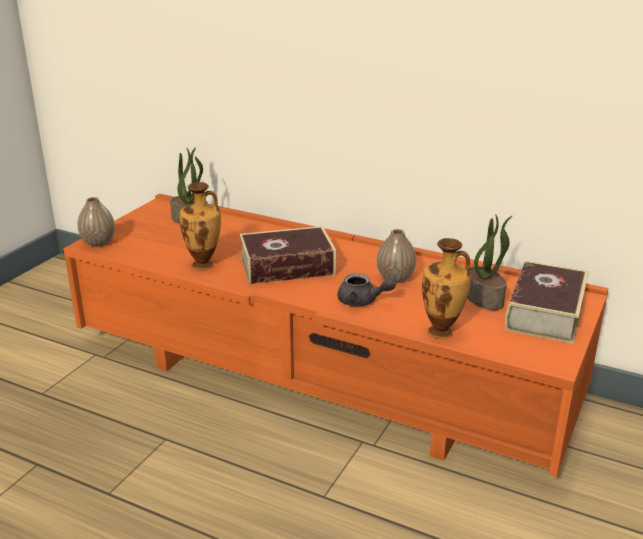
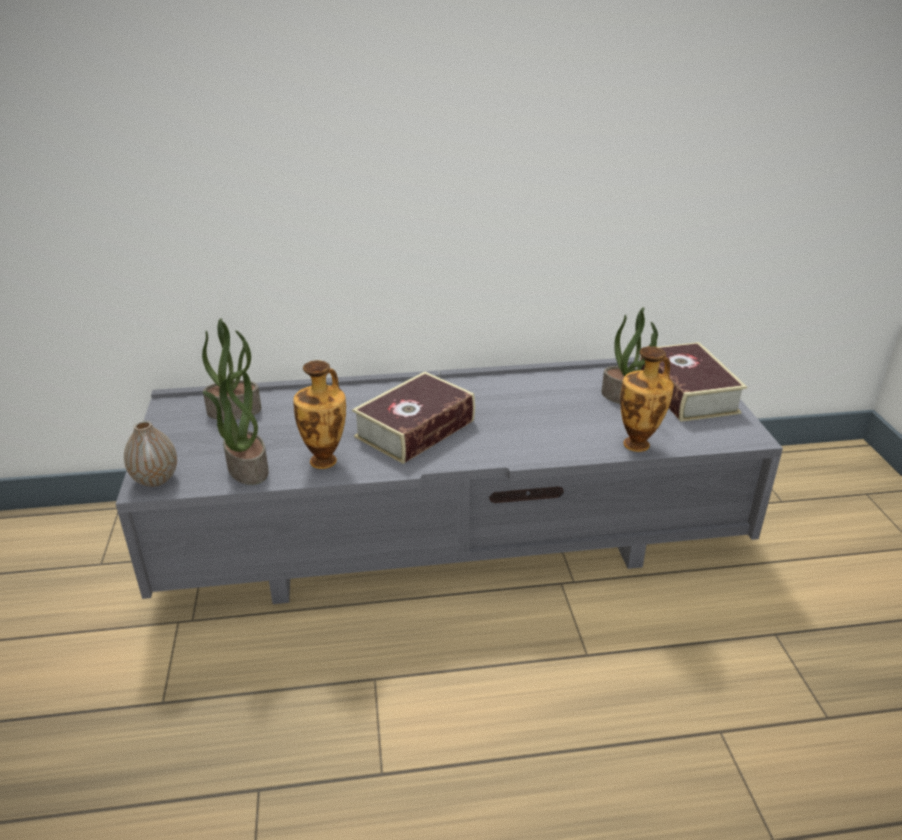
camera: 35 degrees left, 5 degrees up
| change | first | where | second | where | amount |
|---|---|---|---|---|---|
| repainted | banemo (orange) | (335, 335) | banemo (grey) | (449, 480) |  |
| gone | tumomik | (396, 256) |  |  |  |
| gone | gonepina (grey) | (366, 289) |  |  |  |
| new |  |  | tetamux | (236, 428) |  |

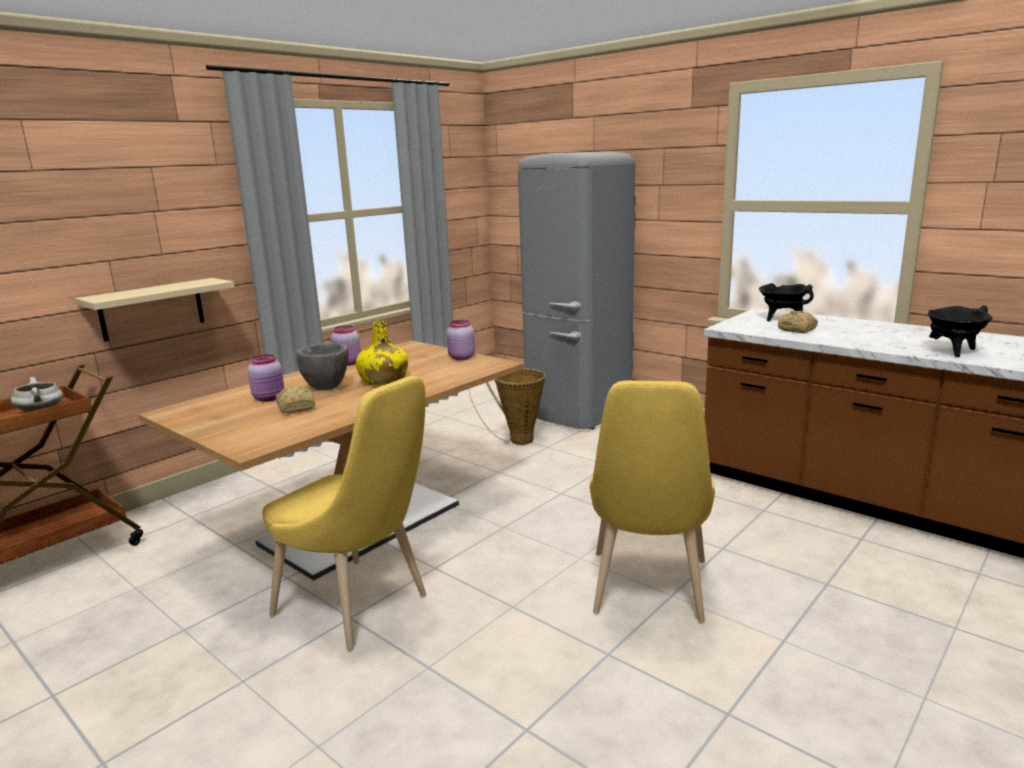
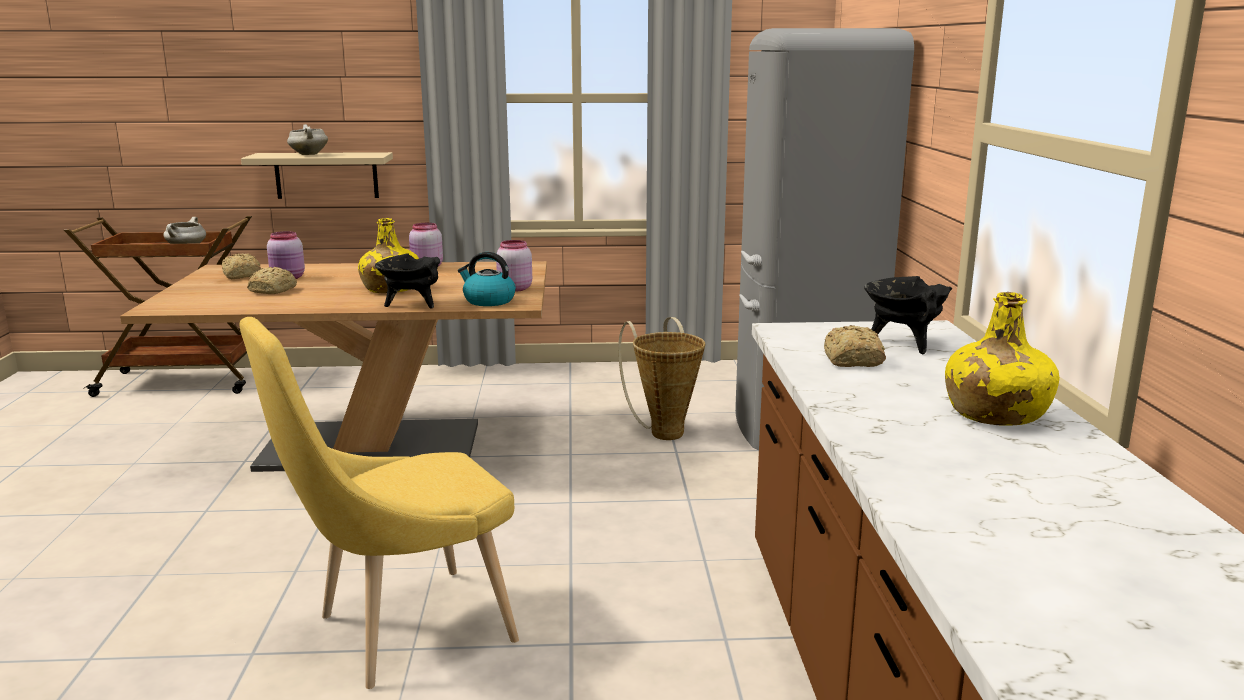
camera: 45 degrees right, 0 degrees up
| change | first | where | second | where | amount |
|---|---|---|---|---|---|
| shifted | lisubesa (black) | (960, 331) |  | (407, 281) |  |
| gone | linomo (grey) | (322, 366) |  |  |  |
| gone | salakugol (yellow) | (344, 513) |  |  |  |
| new |  |  | lisubesa (white) | (307, 139) |  |
| new |  |  | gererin | (487, 279) |  |
| new |  |  | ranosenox | (241, 266) |  |
| new |  |  | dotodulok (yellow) | (1002, 359) |  |

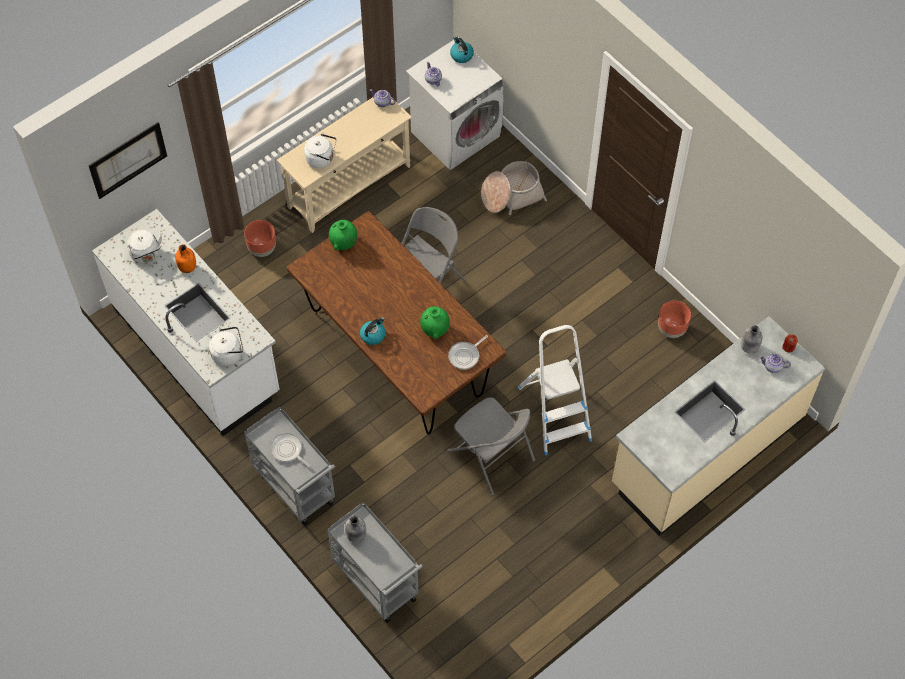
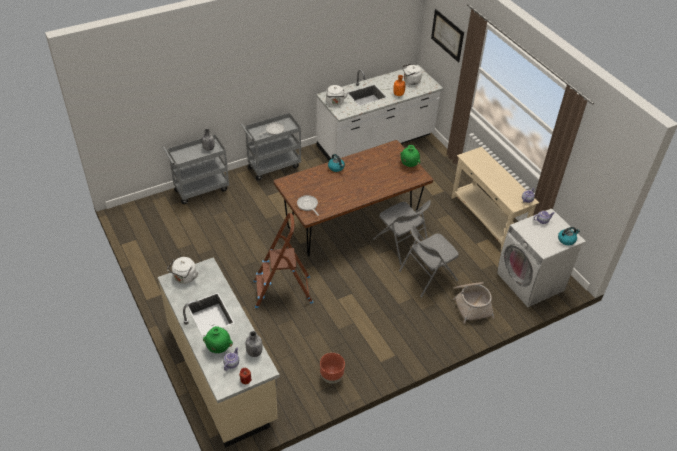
camera: 100 degrees right, 15 degrees down
| change | first | where | second | where | amount |
|---|---|---|---|---|---|
| shifted | gererin (white) | (320, 150) |  | (182, 270) |  |
| gone | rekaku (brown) | (260, 238) |  |  |  |
| shifted | tumomik (green) | (435, 322) |  | (218, 339) |  |
| repainted | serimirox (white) | (554, 390) | serimirox (brown) | (283, 260) |  |
| shifted | salakugol (grey) | (491, 446) |  | (429, 261) |  |

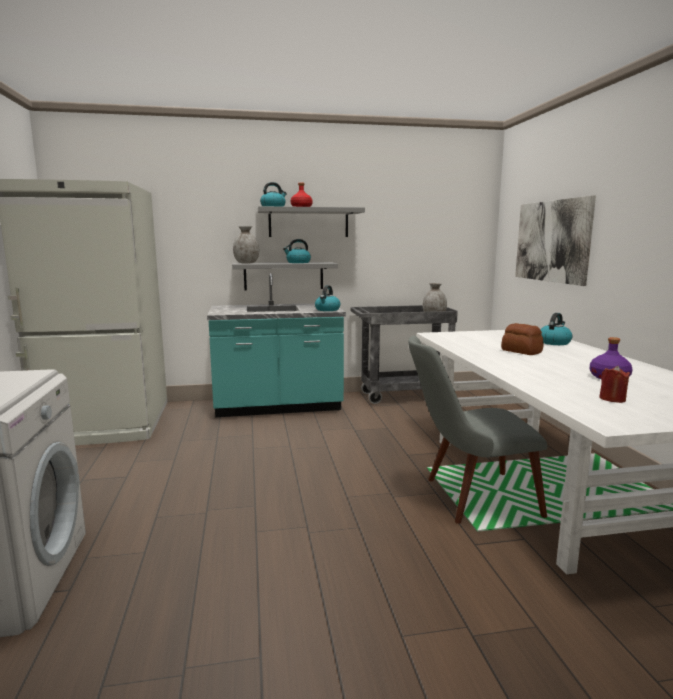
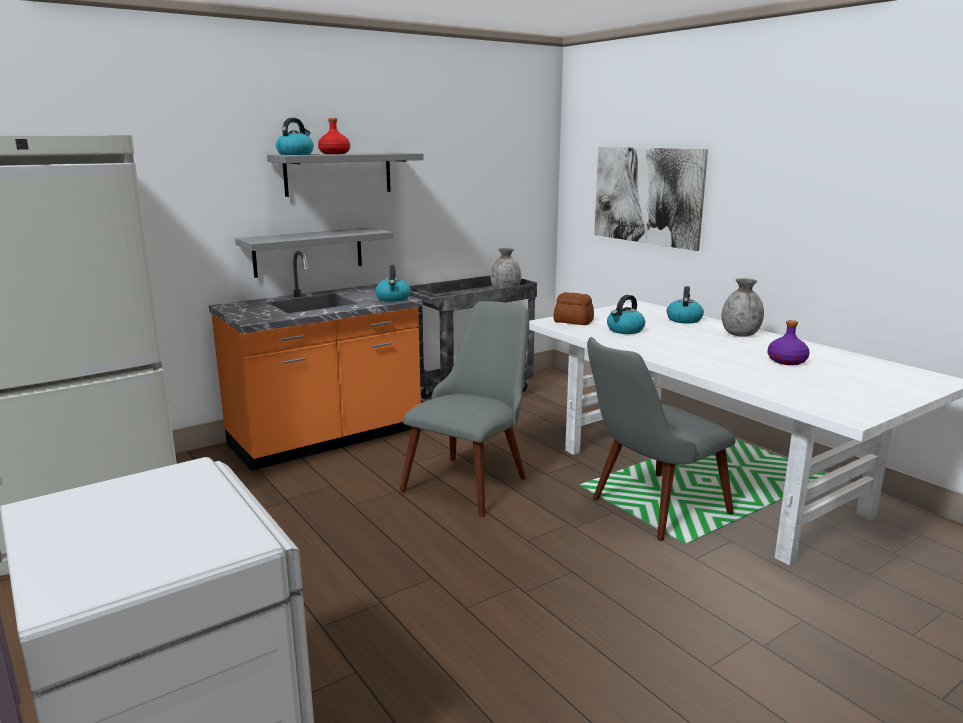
camera: 25 degrees left, 5 degrees up
| change | first | where | second | where | amount |
|---|---|---|---|---|---|
| shifted | tumomik (grey) | (246, 245) |  | (743, 307) |  |
| shifted | gererin | (297, 251) |  | (626, 314) |  |
| repainted | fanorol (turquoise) | (276, 345) | fanorol (orange) | (316, 361) |  |
| shifted | ranosenox | (522, 339) |  | (573, 308) |  |
| gone | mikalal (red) | (614, 384) |  |  |  |
| new |  |  | salakugol (grey) | (464, 409) |  |

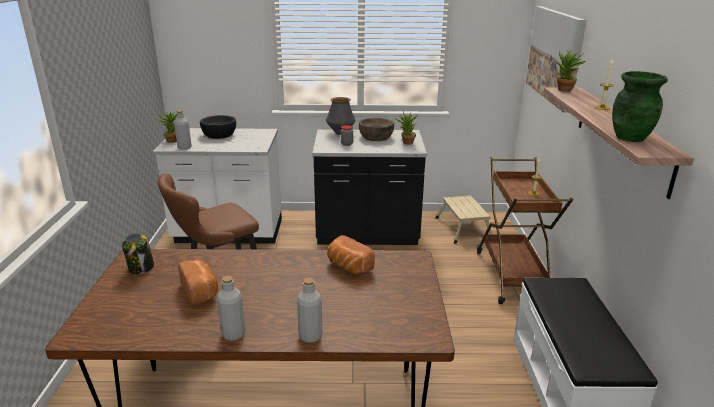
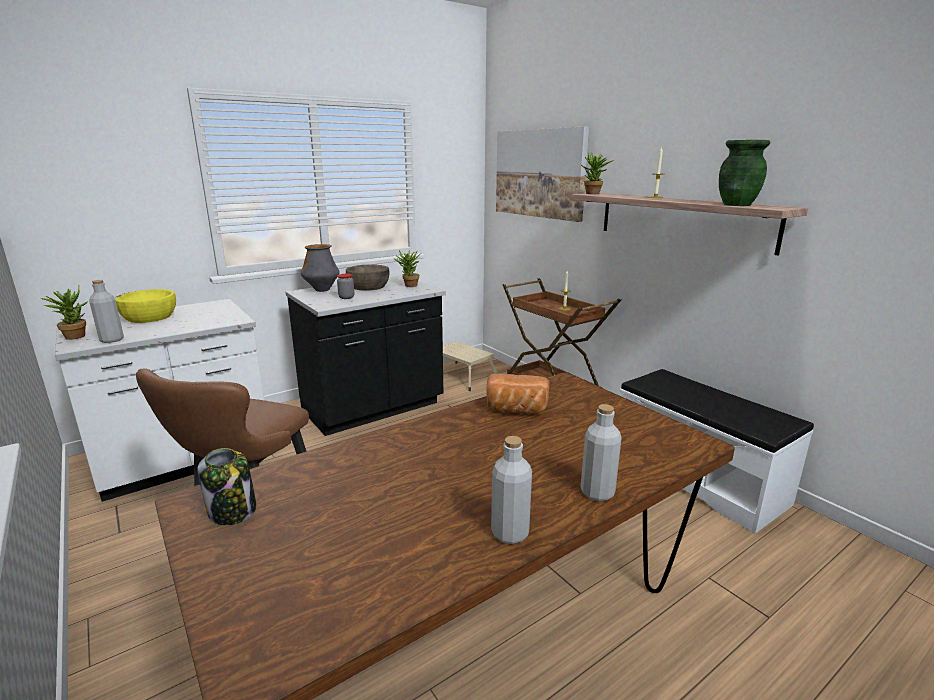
camera: 35 degrees left, 5 degrees down
| change | first | where | second | where | amount |
|---|---|---|---|---|---|
| repainted | linomo (black) | (218, 127) | linomo (yellow) | (145, 306) |  |
| gone | ranosenox | (198, 283) |  |  |  |

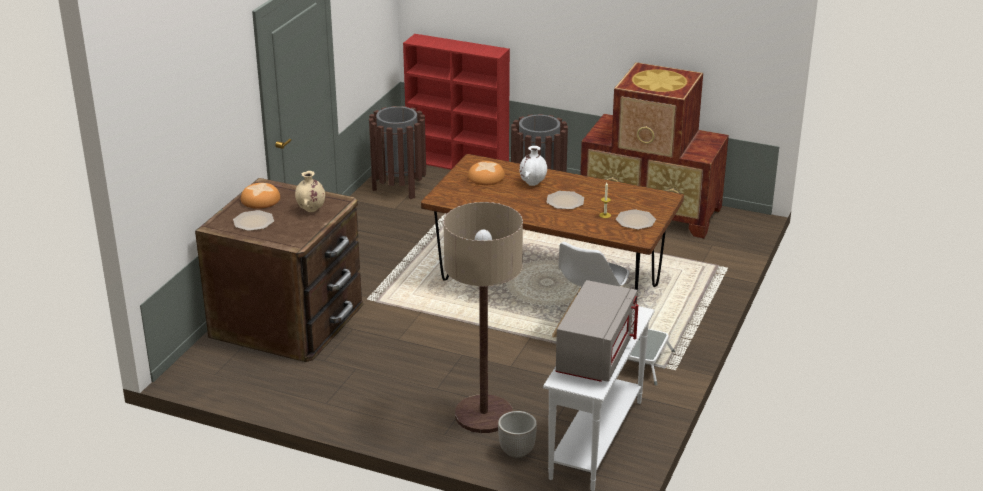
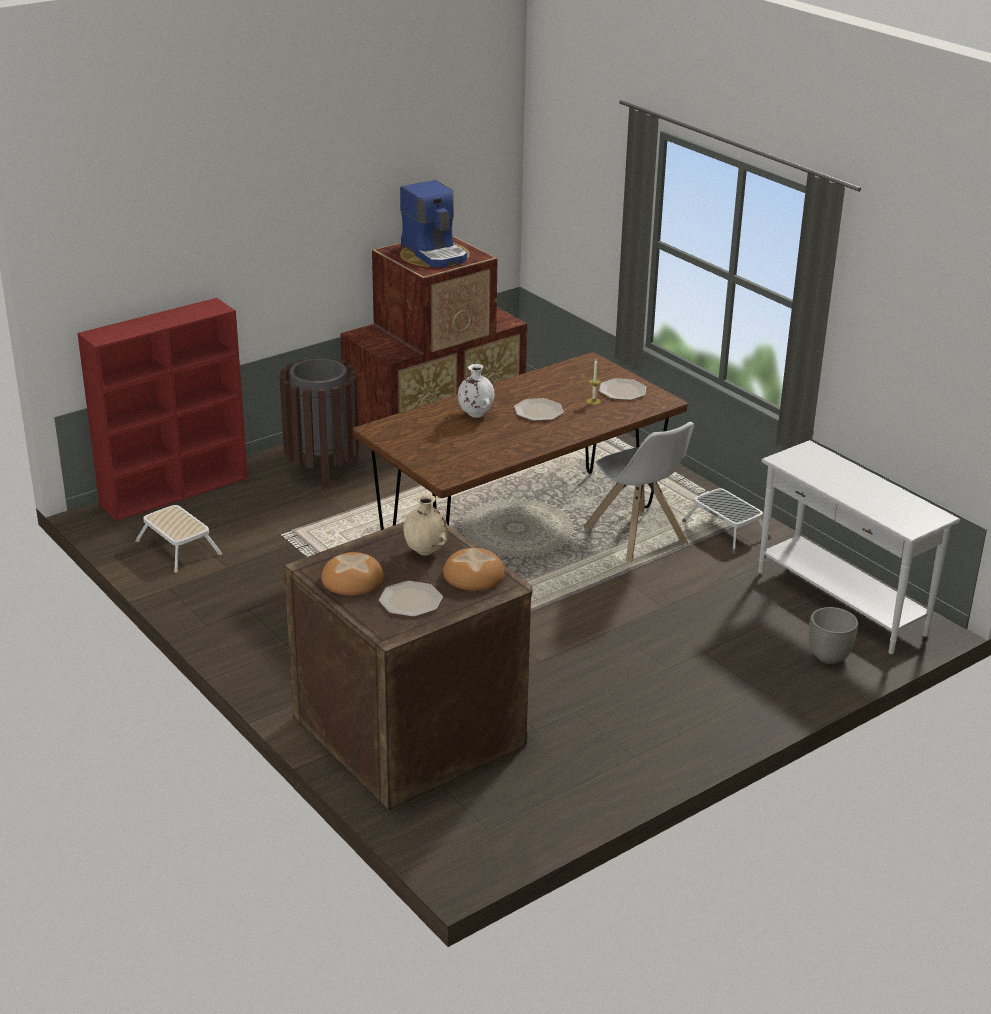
camera: 60 degrees left, 0 degrees up
| change | first | where | second | where | amount |
|---|---|---|---|---|---|
| swapped | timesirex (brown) | (397, 152) | serimirox (beige) | (178, 539) |  |
| shifted | ranosenox | (486, 173) |  | (474, 569) |  |
| gone | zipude | (483, 317) |  |  |  |
| gone | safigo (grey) | (597, 331) |  |  |  |
| new |  |  | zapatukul | (433, 223) |  |

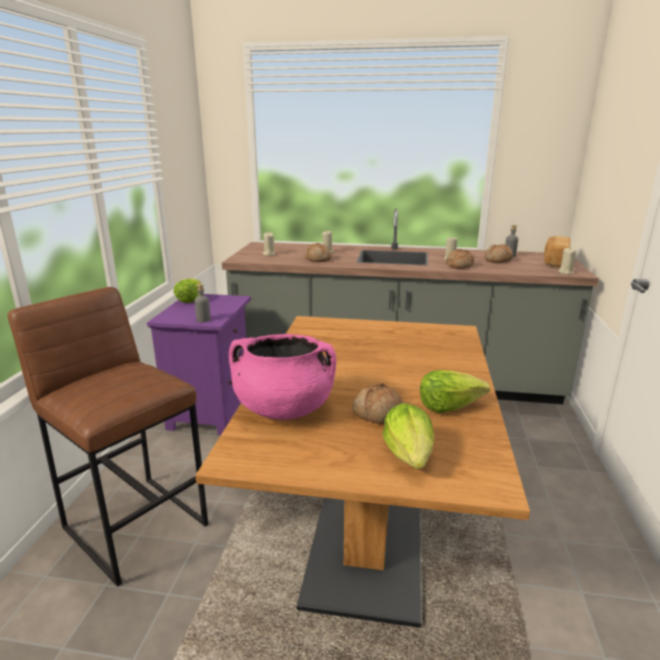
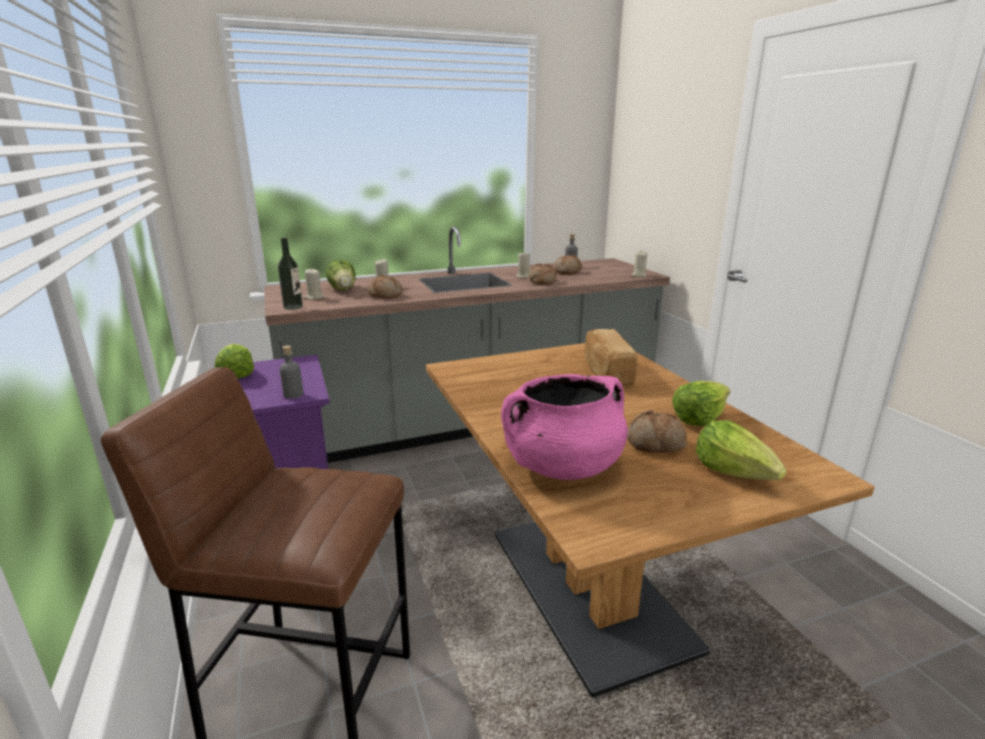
camera: 30 degrees left, 0 degrees up
| change | first | where | second | where | amount |
|---|---|---|---|---|---|
| shifted | ranosenox | (557, 251) |  | (611, 357) |  |
| new |  |  | dotodulok | (290, 274) |  |
| new |  |  | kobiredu | (341, 275) |  |

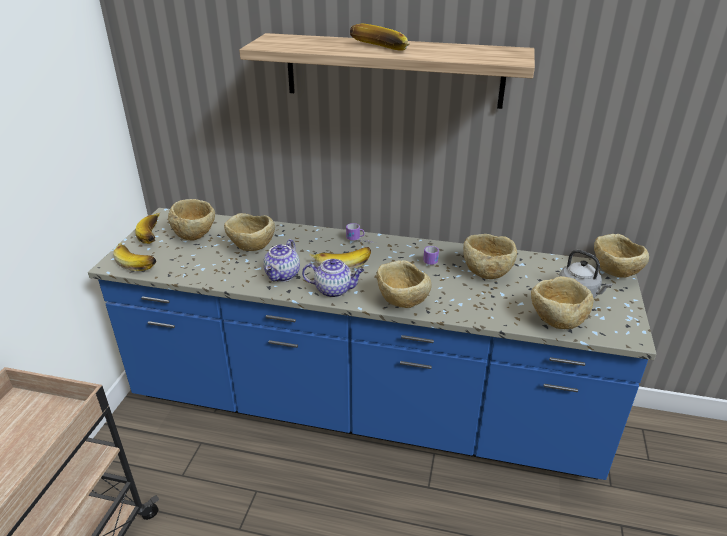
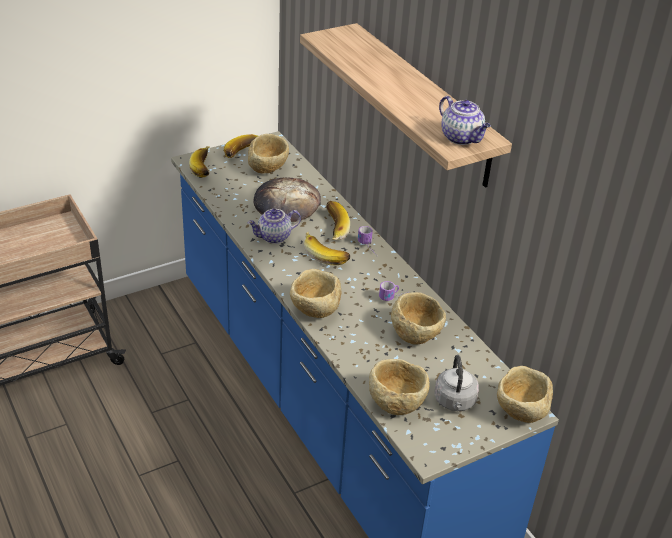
camera: 45 degrees right, 5 degrees up
| change | first | where | second | where | amount |
|---|---|---|---|---|---|
| shifted | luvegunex | (379, 37) |  | (338, 220) |  |
| swapped | linomo (beige) | (249, 232) | ranosenox | (287, 200) |  |
| shifted | gonepina | (333, 278) |  | (465, 120) |  |

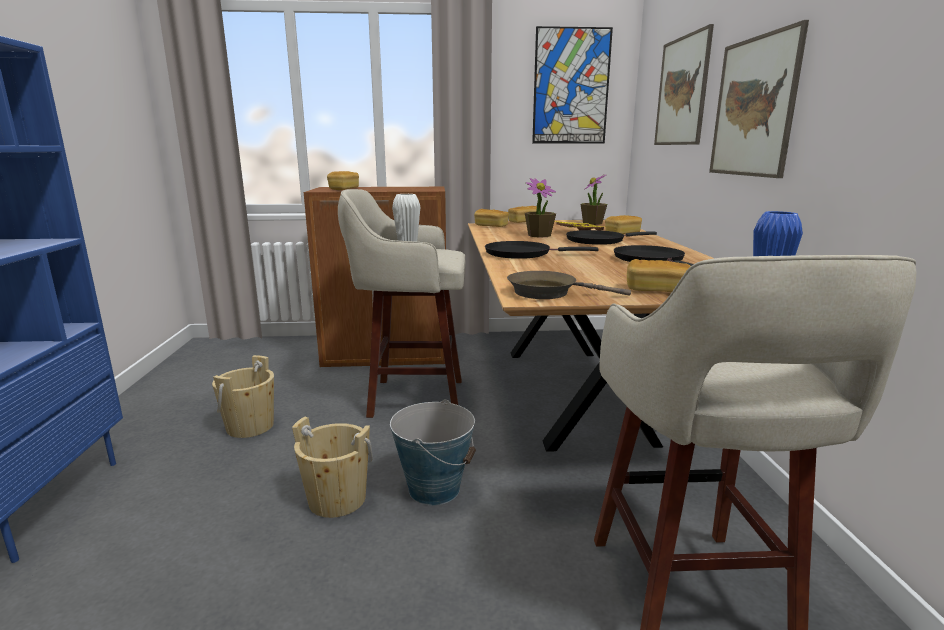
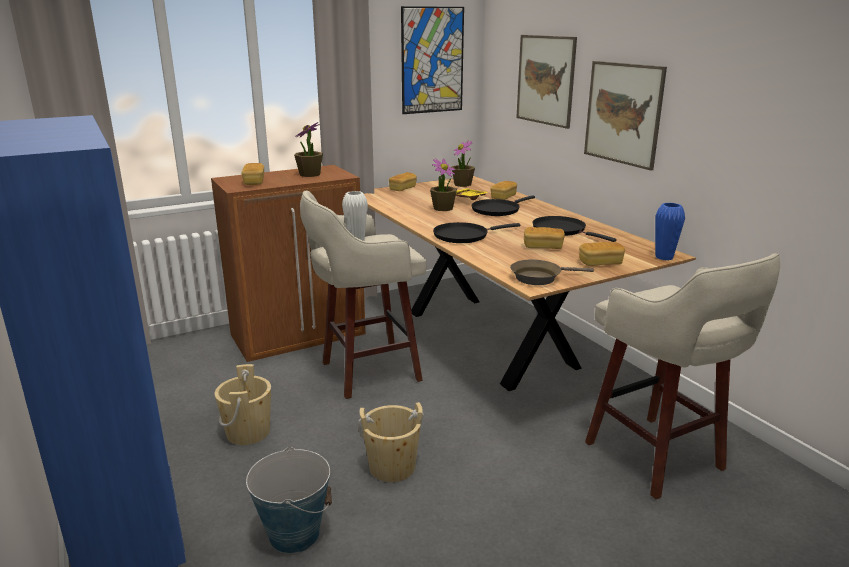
camera: 25 degrees left, 5 degrees up
| change | first | where | second | where | amount |
|---|---|---|---|---|---|
| shifted | ranosenox | (491, 218) |  | (544, 238) |  |
| shifted | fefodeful | (433, 452) |  | (289, 500) |  |
| new |  |  | tetamux | (308, 149) |  |

